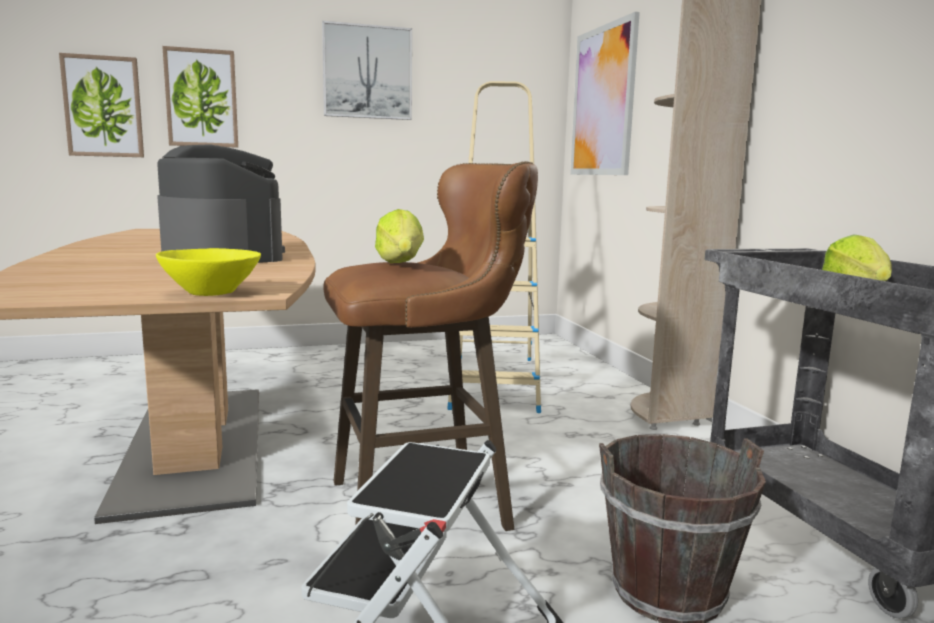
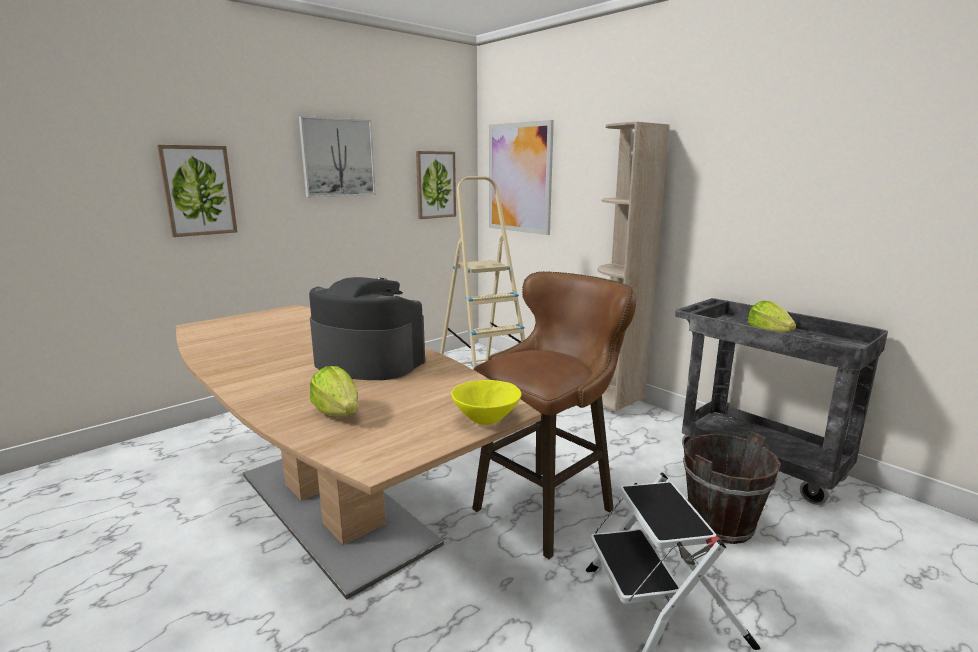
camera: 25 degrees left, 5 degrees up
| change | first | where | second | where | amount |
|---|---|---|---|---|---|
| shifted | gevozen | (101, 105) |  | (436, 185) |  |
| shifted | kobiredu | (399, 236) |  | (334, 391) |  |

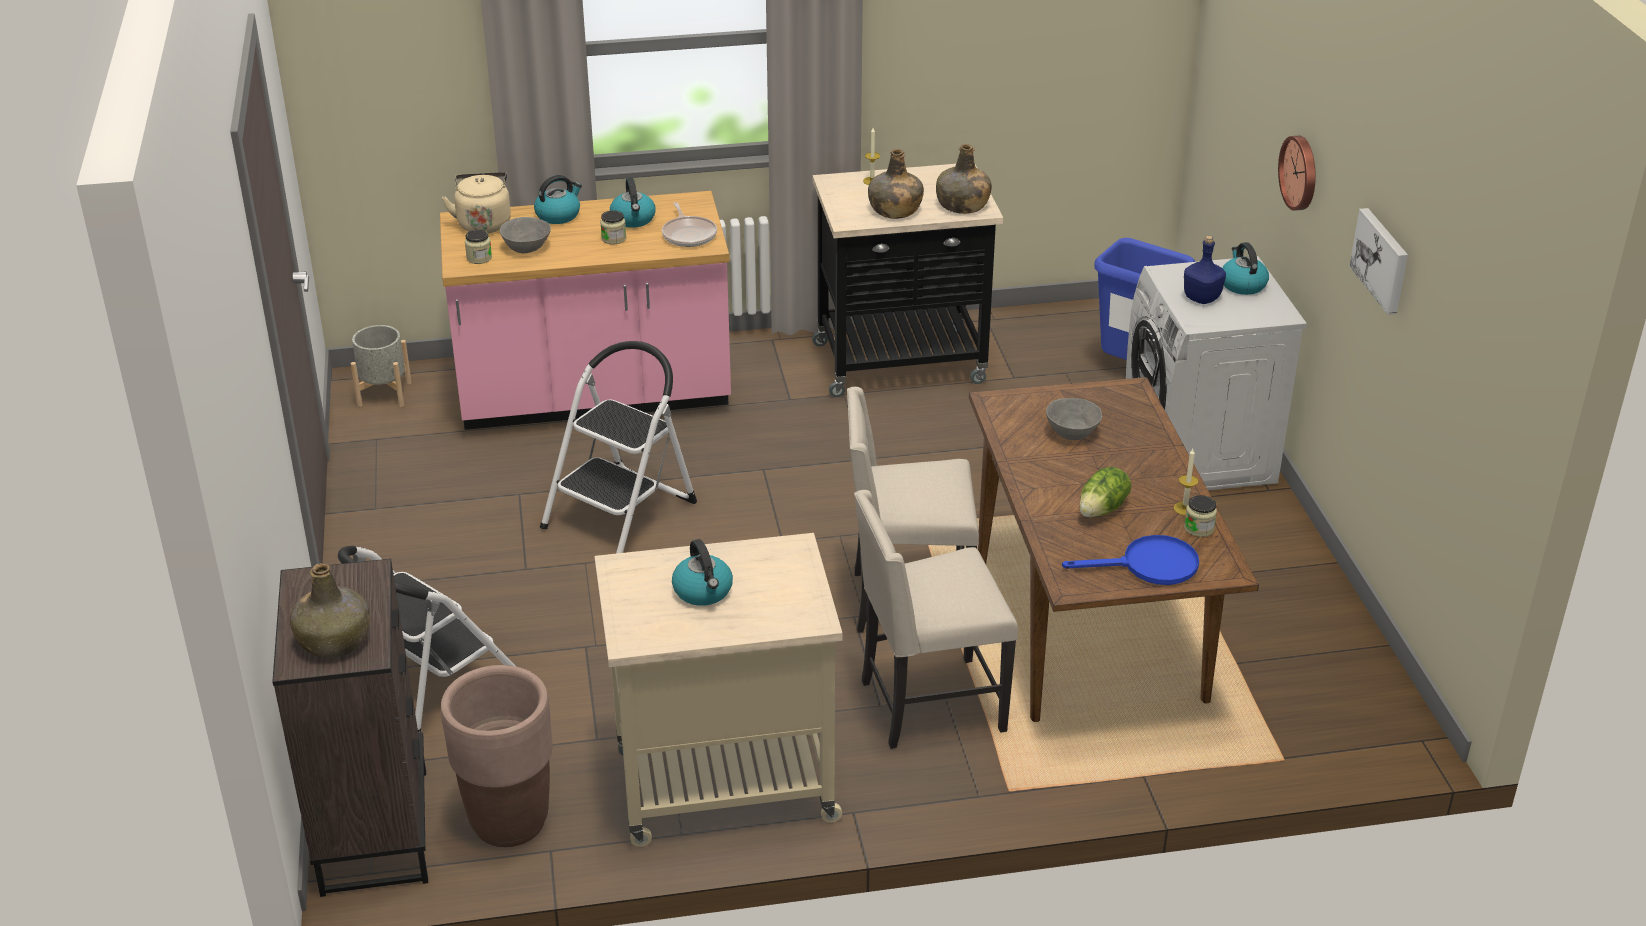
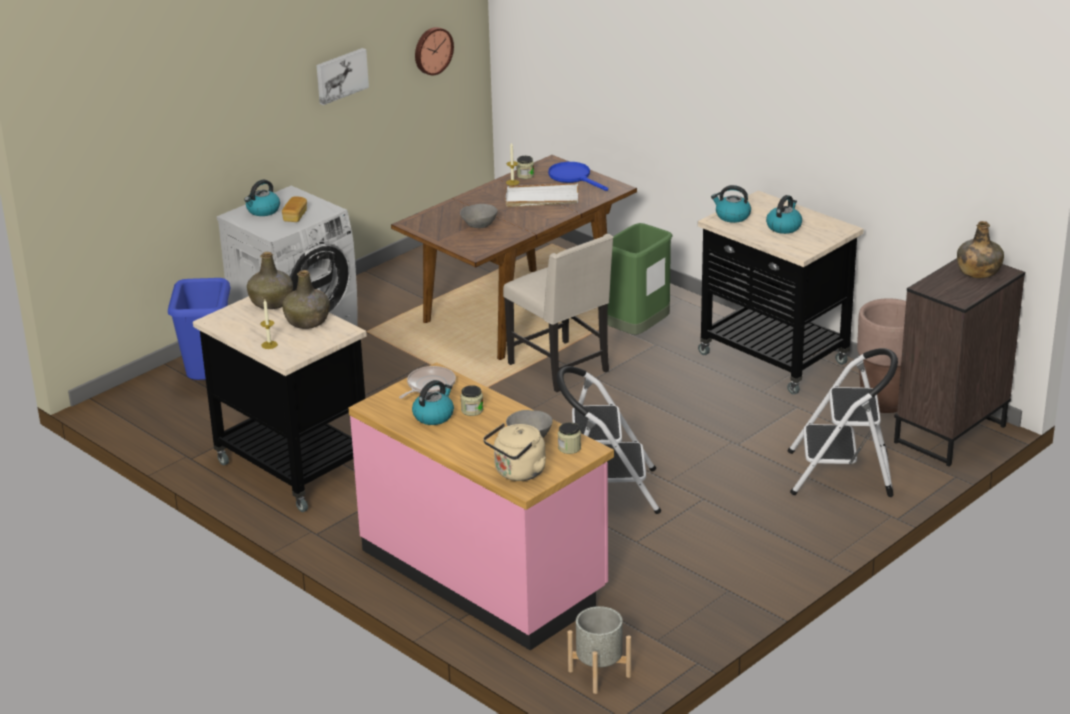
camera: 125 degrees left, 5 degrees down
| change | first | where | second | where | amount |
|---|---|---|---|---|---|
| shifted | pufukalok | (1297, 173) |  | (434, 51) |  |
| shifted | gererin | (558, 199) |  | (731, 204) |  |
| swapped | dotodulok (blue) | (1205, 270) | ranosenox | (294, 209) |  |
| swapped | kobiredu | (1105, 492) | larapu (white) | (542, 195) |  |
| swapped | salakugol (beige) | (936, 619) | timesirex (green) | (640, 279) |  |
| repainted | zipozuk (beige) | (718, 690) | zipozuk (black) | (781, 293) |  |

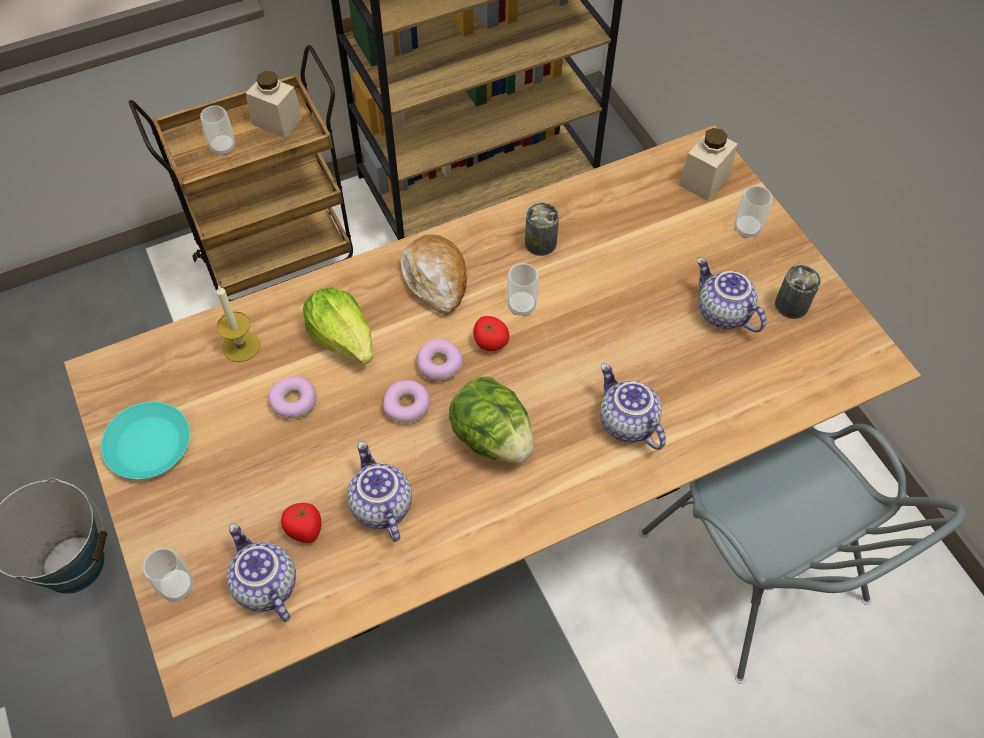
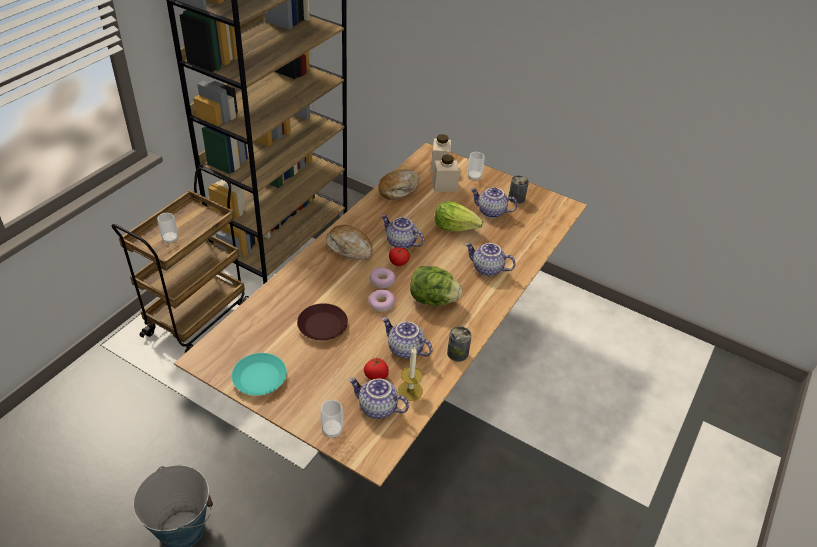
camera: 35 degrees left, 15 degrees down
| change | first | where | second | where | amount |
|---|---|---|---|---|---|
| shifted | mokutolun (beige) | (274, 104) |  | (445, 173) |  |
| shifted | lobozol | (542, 229) |  | (459, 344) |  |
| swapped | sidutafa | (523, 290) | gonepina | (402, 231) |  |
| shifted | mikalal | (238, 323) |  | (410, 373) |  |
| shifted | kobiredu | (338, 325) |  | (459, 216) |  |
| swapped | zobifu | (292, 397) | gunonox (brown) | (322, 321) |  |
| gone | salakugol (grey) | (802, 554) |  |  |  |
| new |  |  | ranosenox | (399, 185) |  |

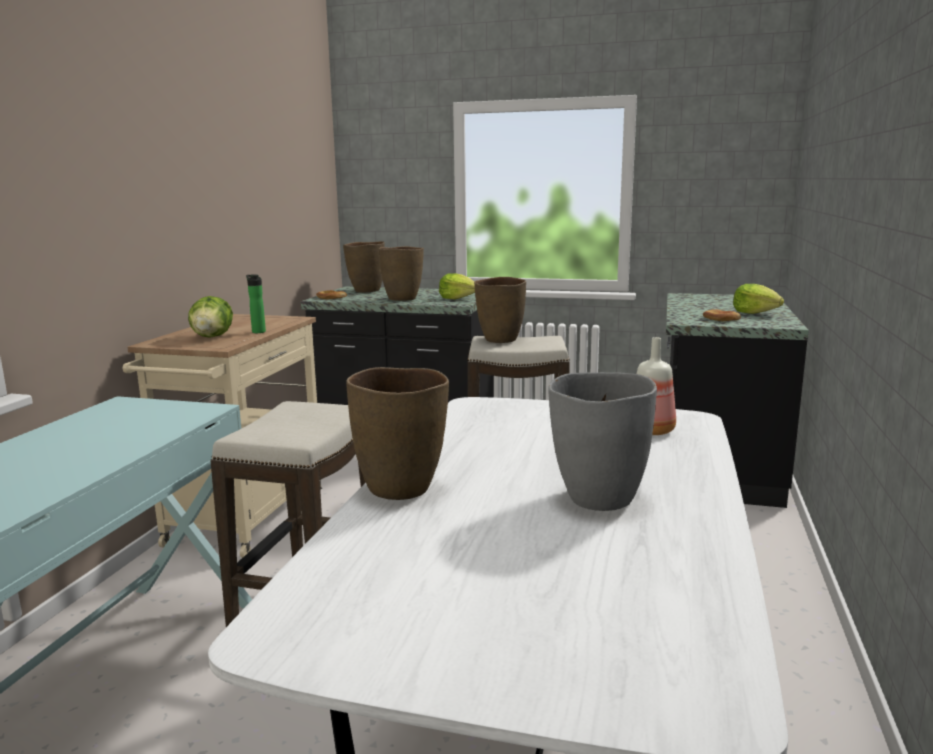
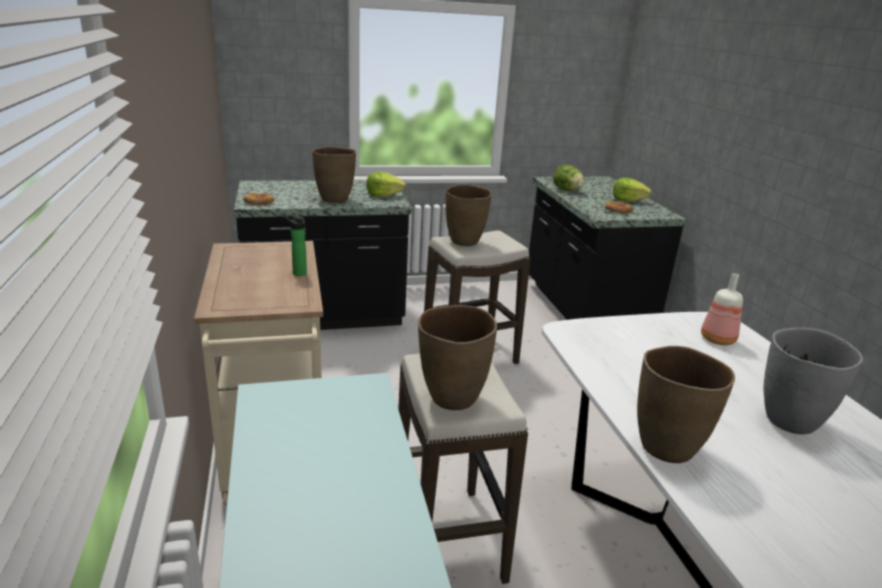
camera: 30 degrees left, 10 degrees up
| change | first | where | second | where | amount |
|---|---|---|---|---|---|
| shifted | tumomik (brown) | (364, 267) |  | (457, 357) |  |
| shifted | kobiredu | (210, 317) |  | (568, 178) |  |

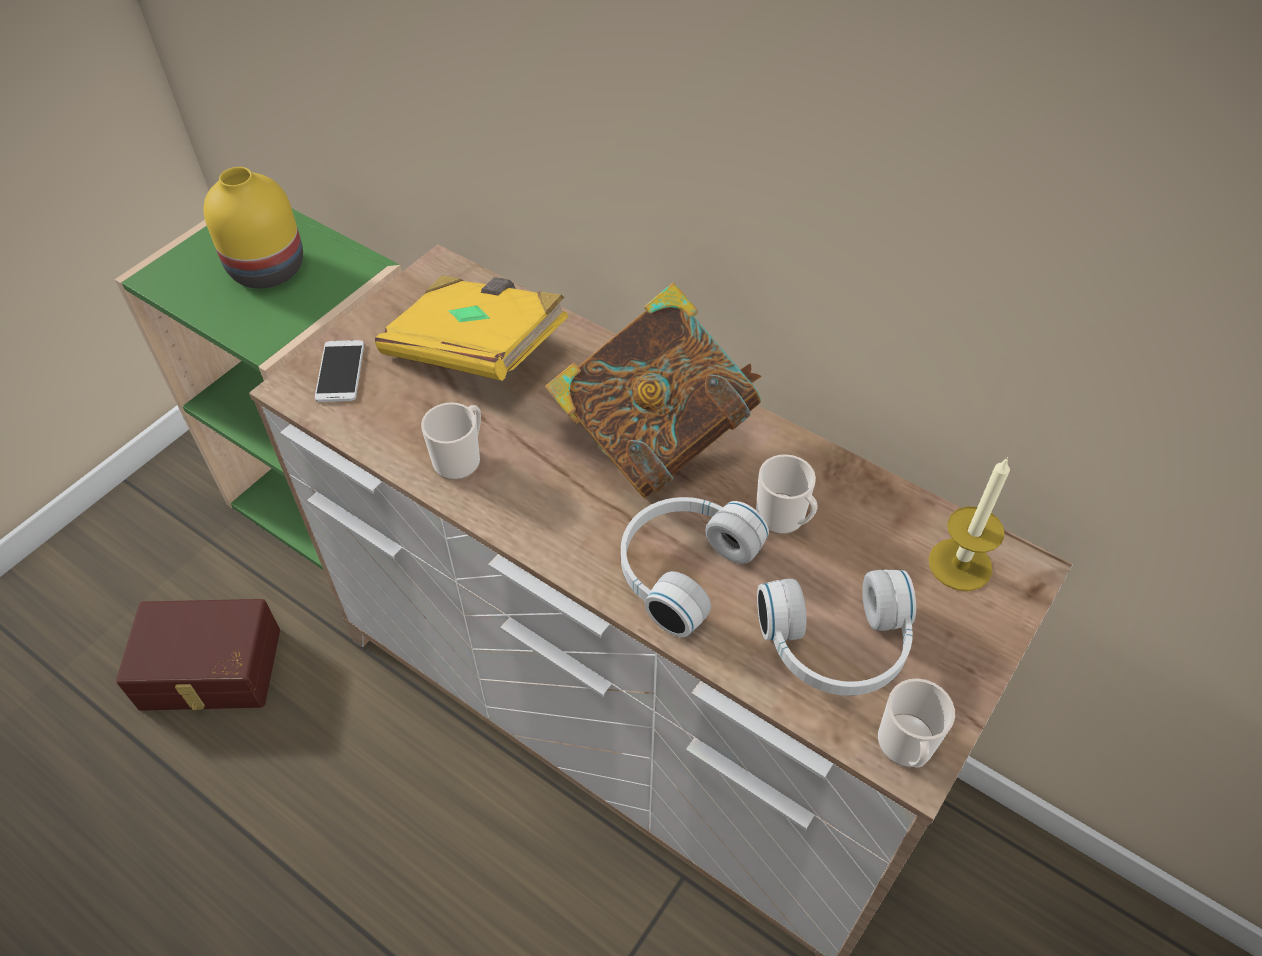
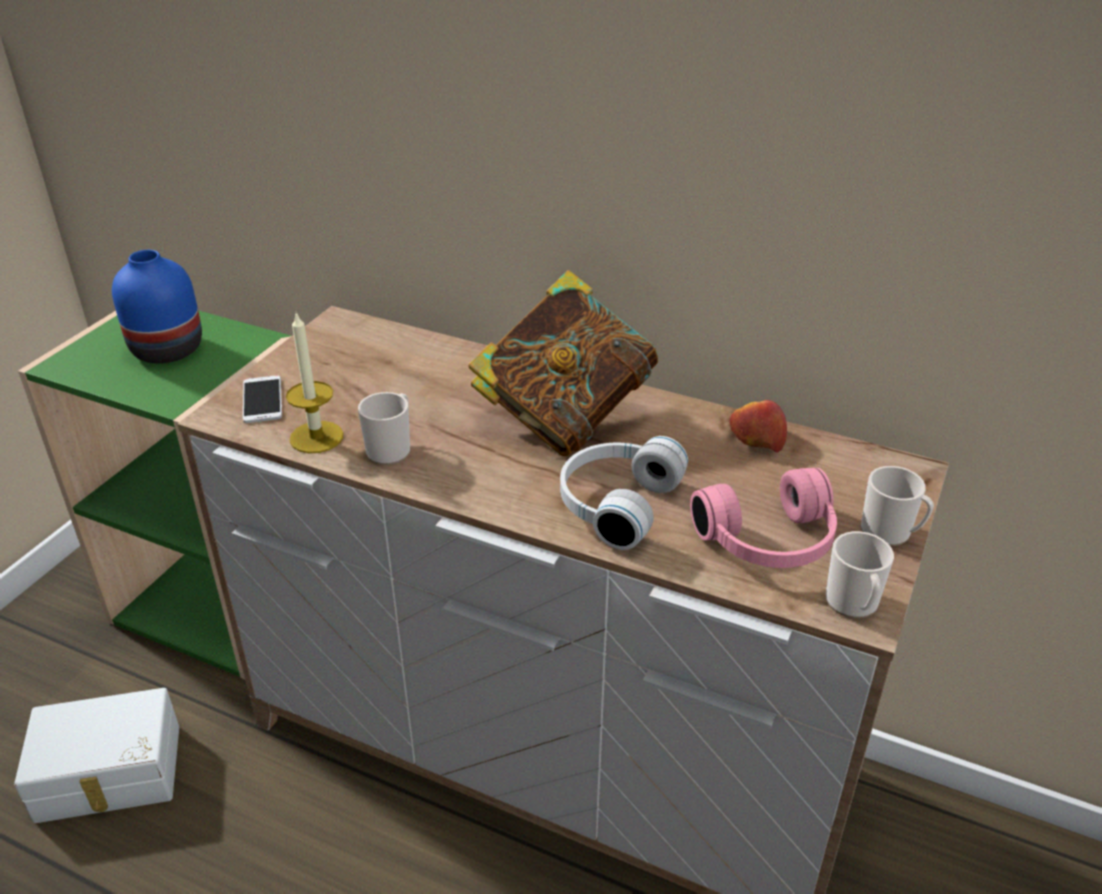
camera: 10 degrees left, 15 degrees down
| change | first | where | second | where | amount |
|---|---|---|---|---|---|
| repainted | tumomik (yellow) | (253, 227) | tumomik (blue) | (157, 307) |  |
| gone | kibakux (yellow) | (471, 328) |  |  |  |
| shifted | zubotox | (787, 494) |  | (897, 506) |  |
| shifted | mikalal | (969, 524) |  | (315, 382) |  |
| repainted | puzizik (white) | (836, 633) | puzizik (pink) | (763, 518) |  |
| repainted | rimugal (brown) | (198, 655) | rimugal (white) | (96, 755) |  |
| new |  |  | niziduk | (758, 426) |  |

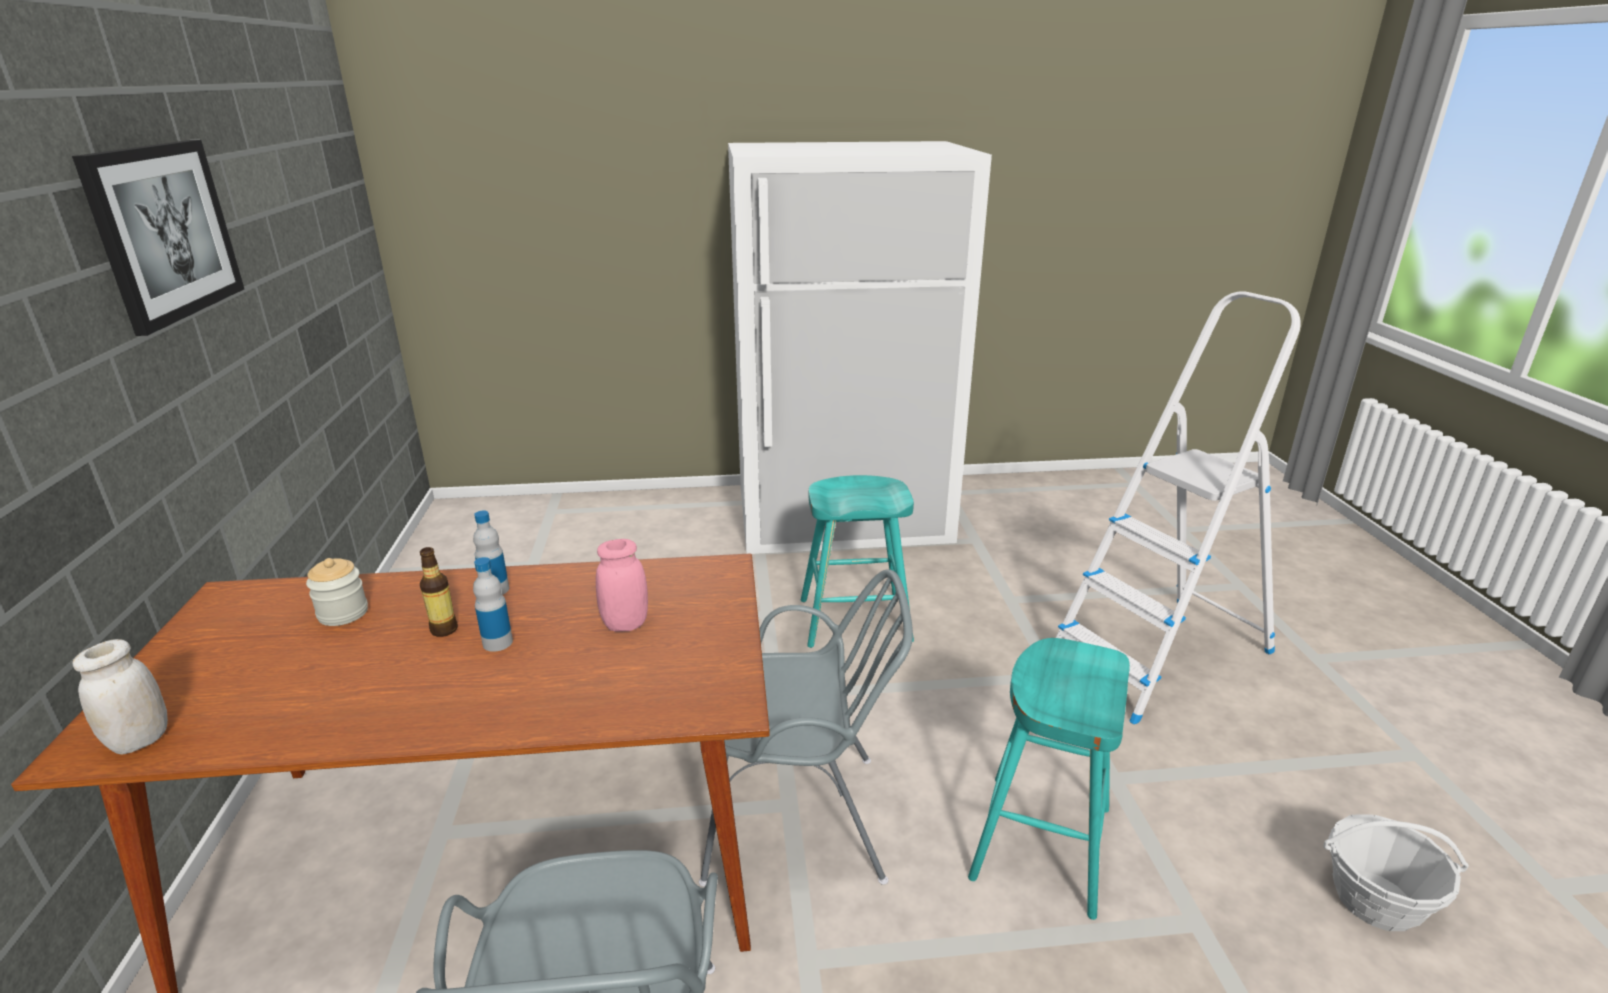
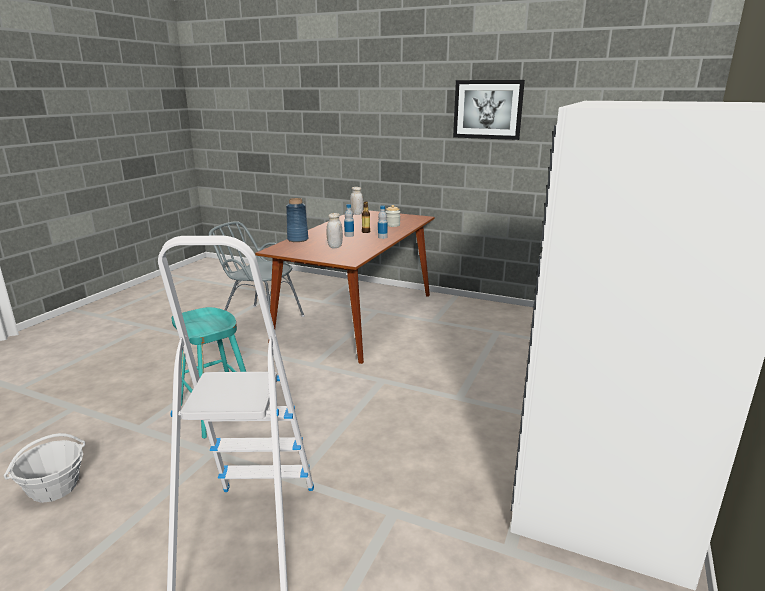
camera: 120 degrees right, 5 degrees down
| change | first | where | second | where | amount |
|---|---|---|---|---|---|
| gone | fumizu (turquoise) | (857, 561) |  |  |  |
| repainted | mokutolun (pink) | (622, 585) | mokutolun (white) | (335, 230) |  |
| gone | salakugol (grey) | (806, 728) |  |  |  |
| new |  |  | tumomik (blue) | (297, 220) |  |

